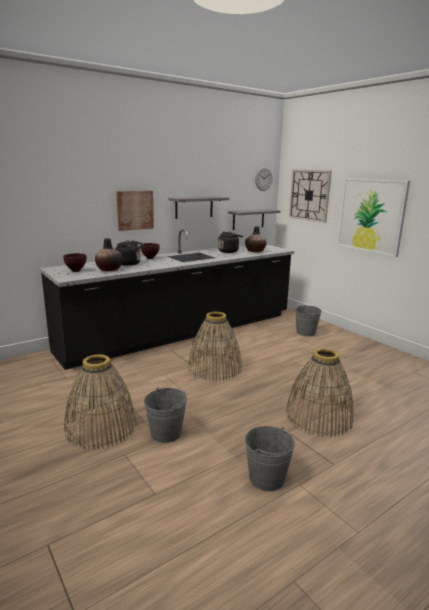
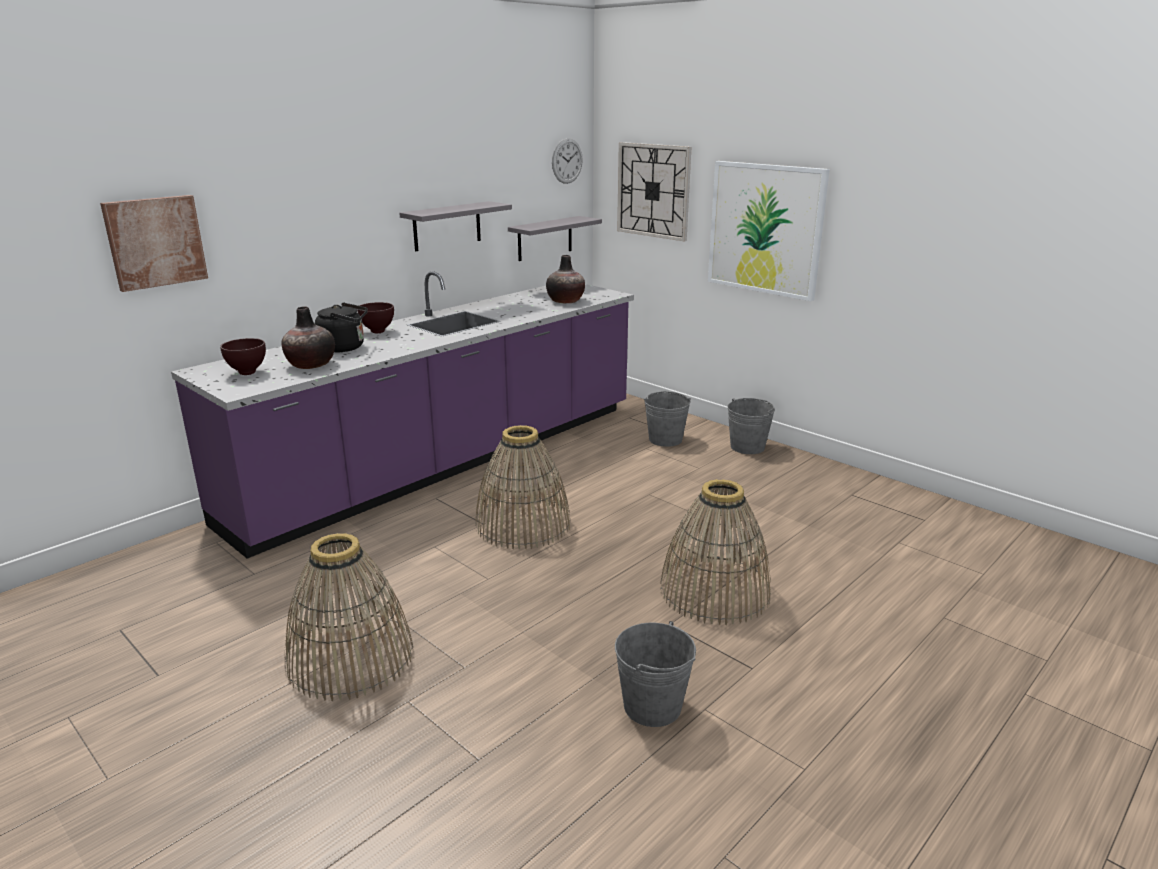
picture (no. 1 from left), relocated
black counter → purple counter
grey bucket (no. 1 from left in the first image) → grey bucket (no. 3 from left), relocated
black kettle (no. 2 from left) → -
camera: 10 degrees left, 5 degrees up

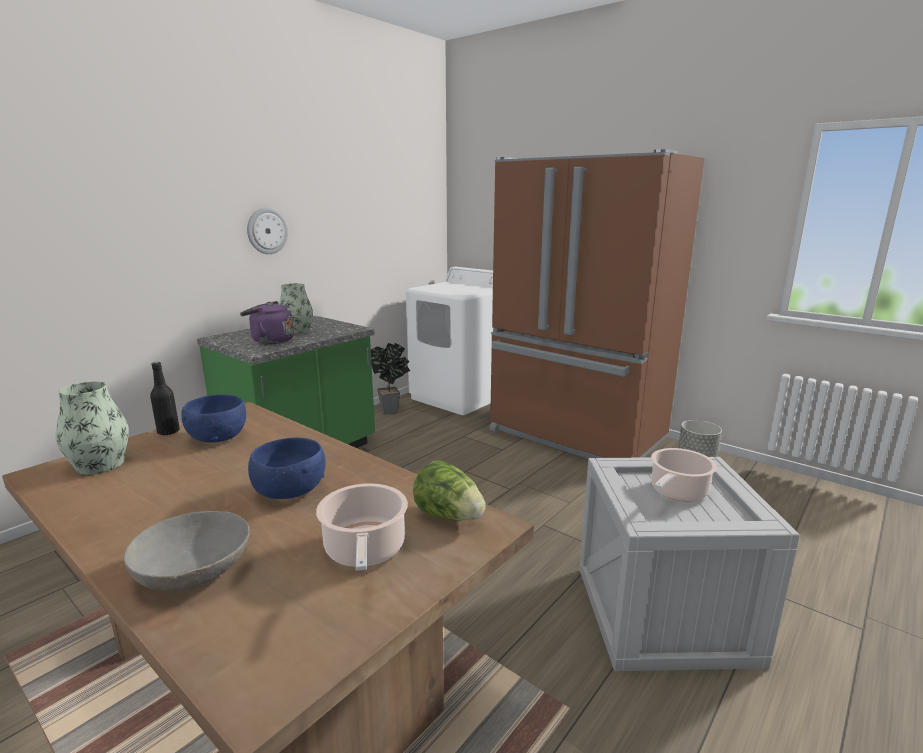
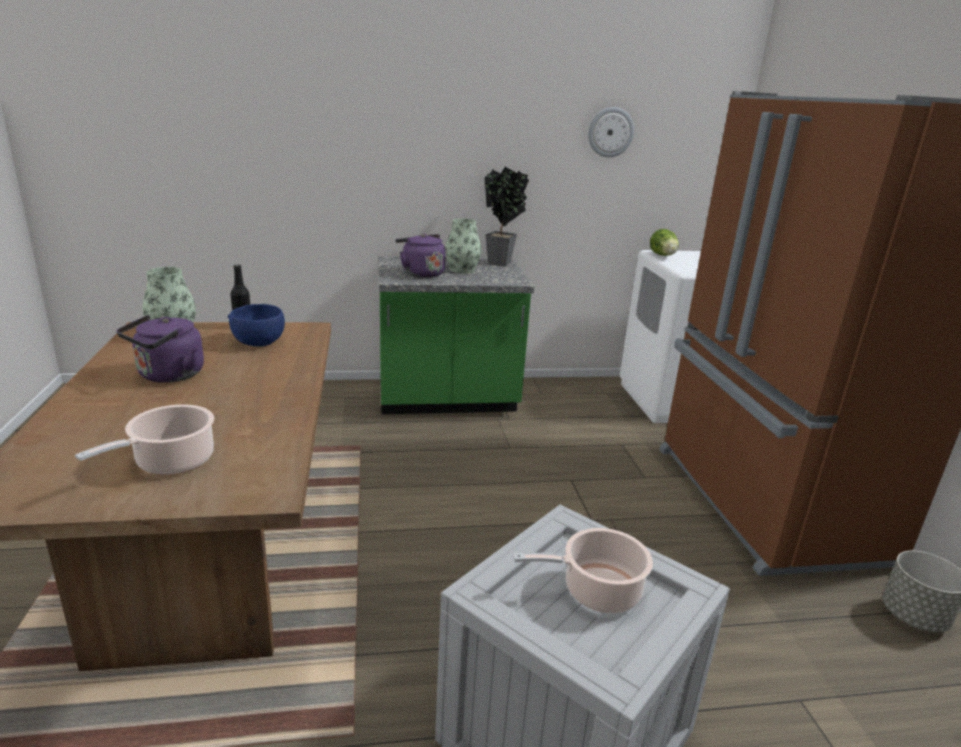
- → purple kettle (no. 1 from left)
potted plant, relocated
wall clock, relocated
lettuce, relocated
grey bowl → -
blue bowl (no. 2 from left) → -
camera: 40 degrees right, 5 degrees up

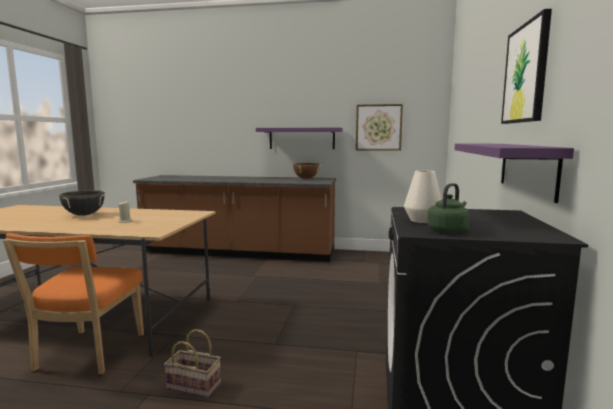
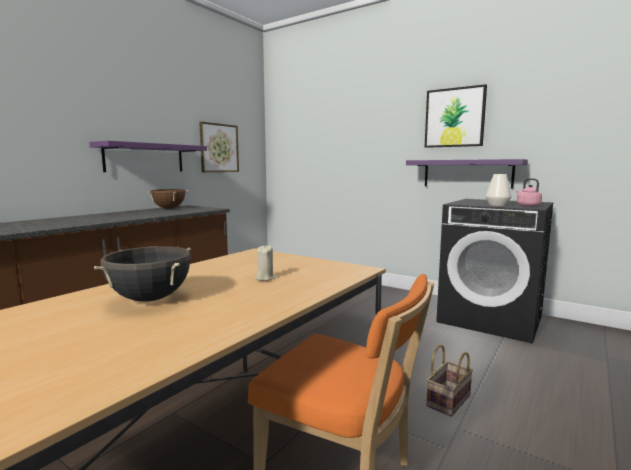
green kettle → pink kettle
camera: 65 degrees left, 0 degrees up

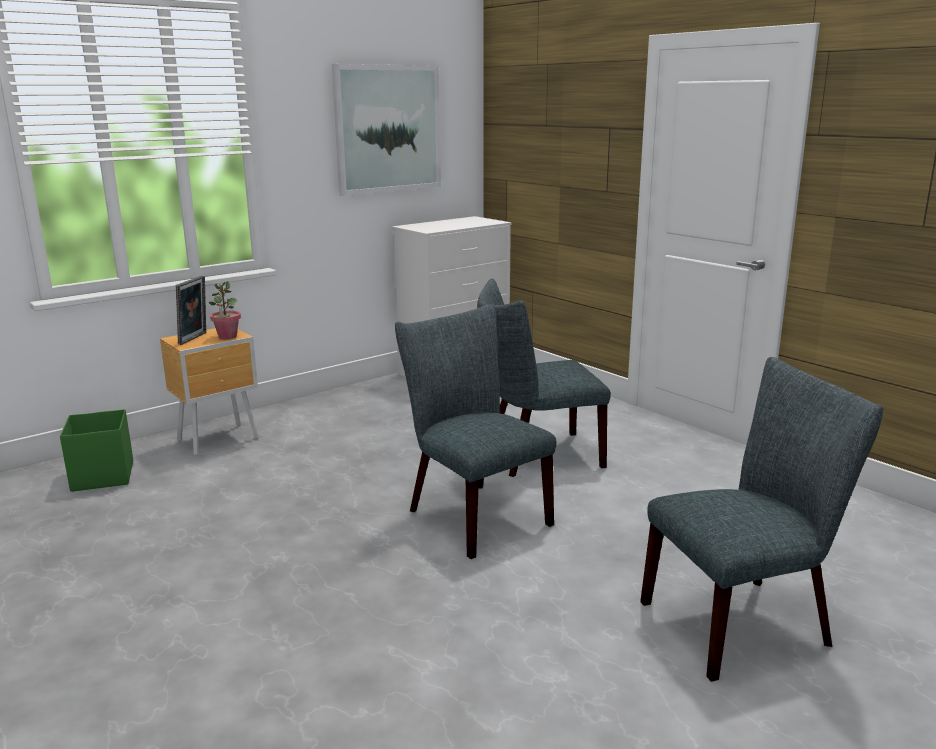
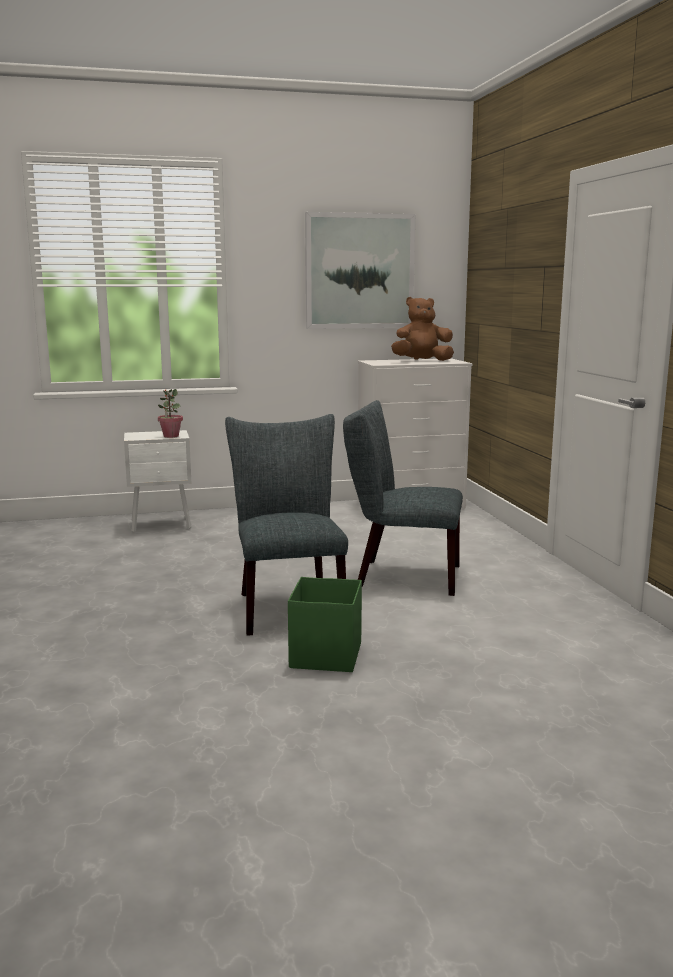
brown nightstand → white nightstand
green storage box, relocated
- → brown plush toy
picture frame → -
grey chair (no. 3 from left) → -
camera: 25 degrees right, 5 degrees down

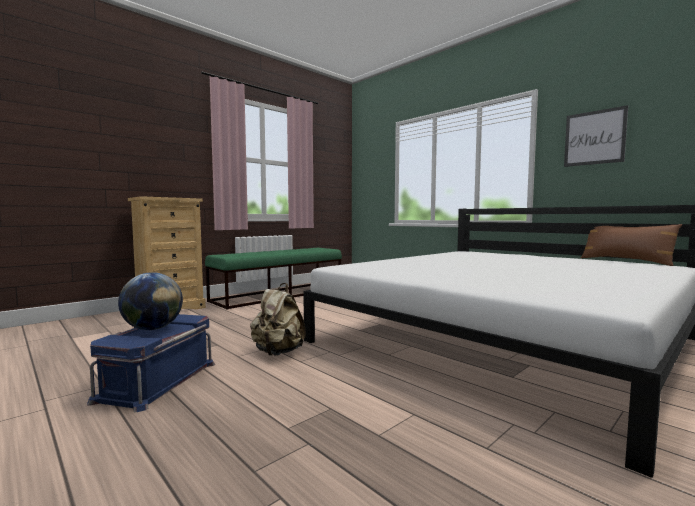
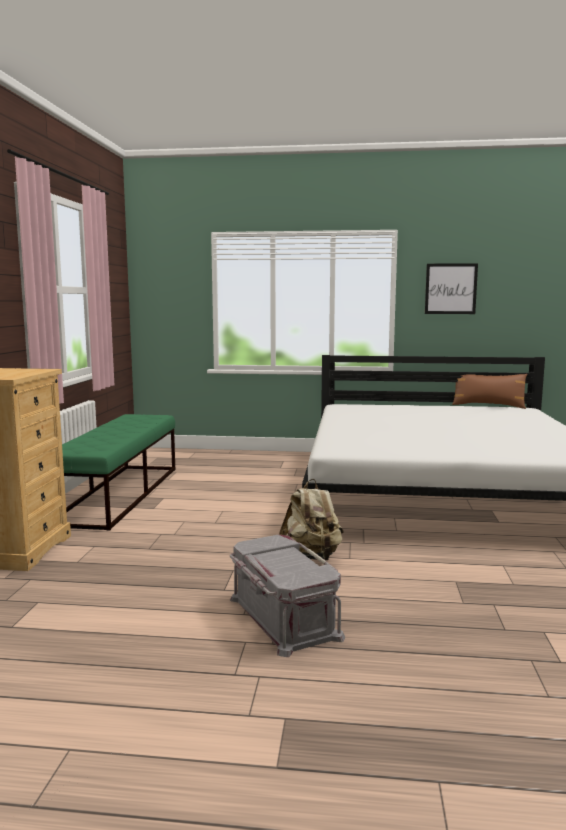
blue storage box → grey storage box
globe → -
camera: 40 degrees left, 5 degrees up

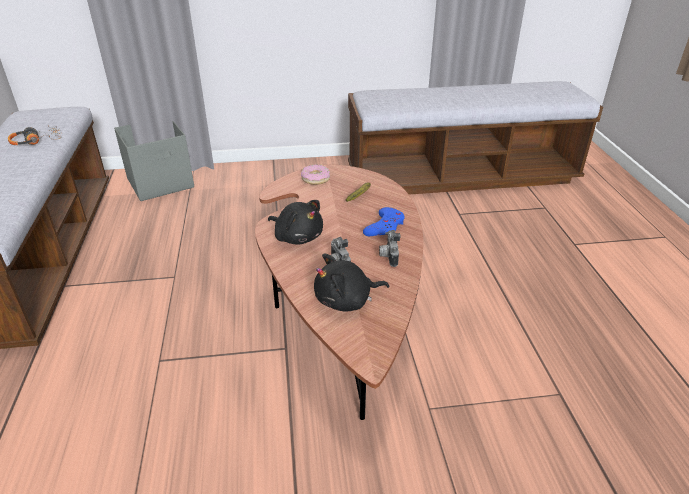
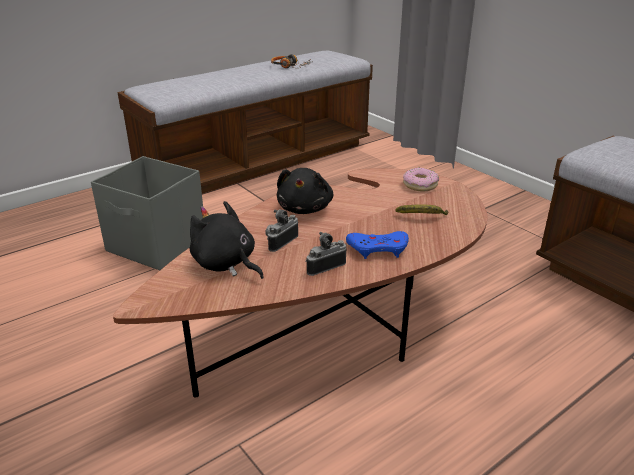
grey storage box, relocated
camera: 60 degrees right, 5 degrees down

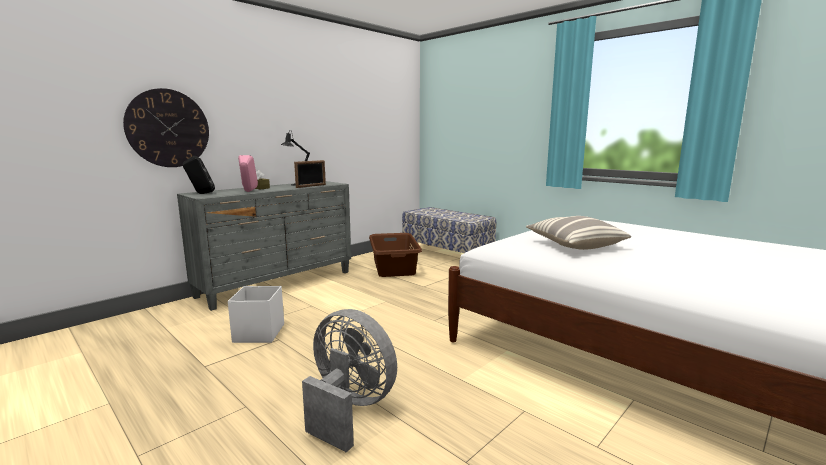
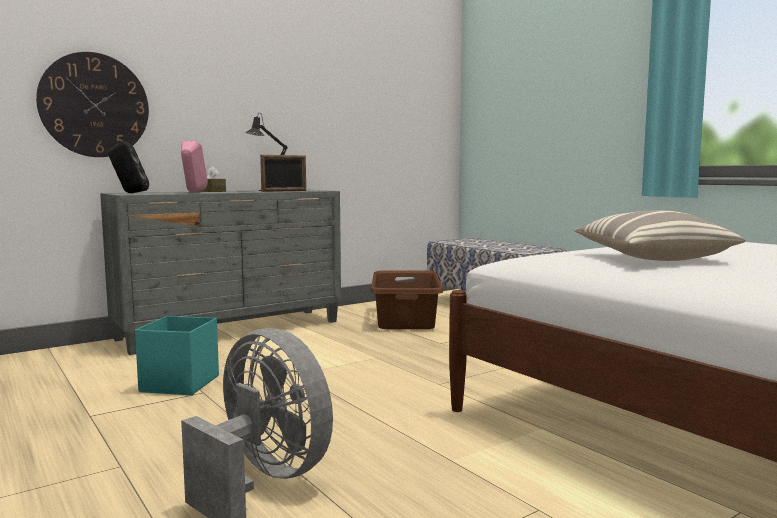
white storage box → turquoise storage box
camera: 10 degrees right, 5 degrees down

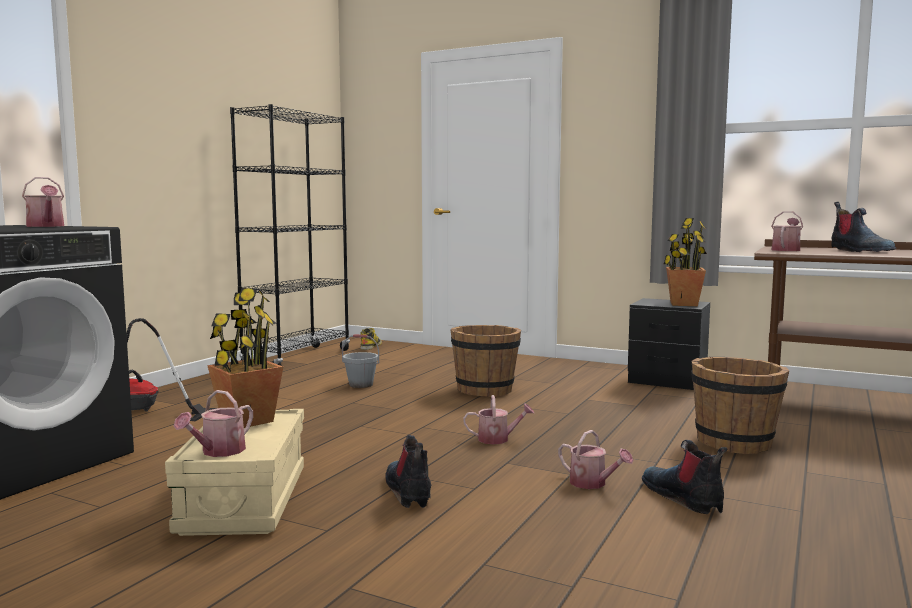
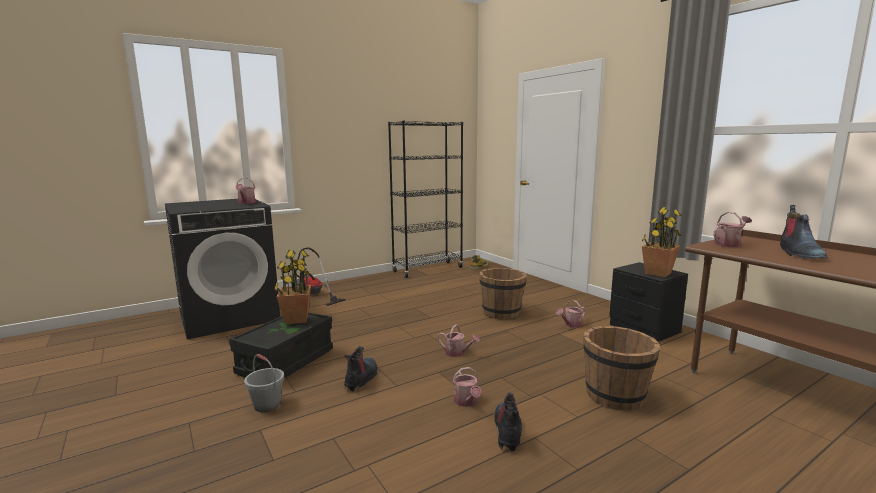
beige storage box → black storage box
grey bucket, relocated
watering can (no. 2 from left in the first image) → watering can (no. 4 from left), relocated
camera: 30 degrees right, 5 degrees up

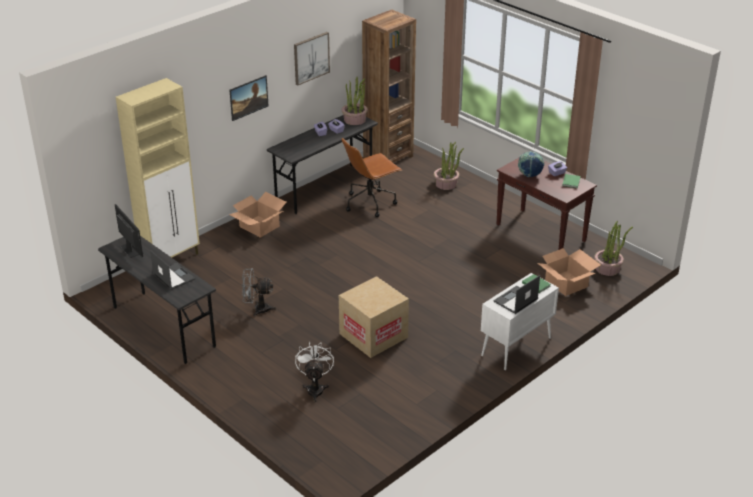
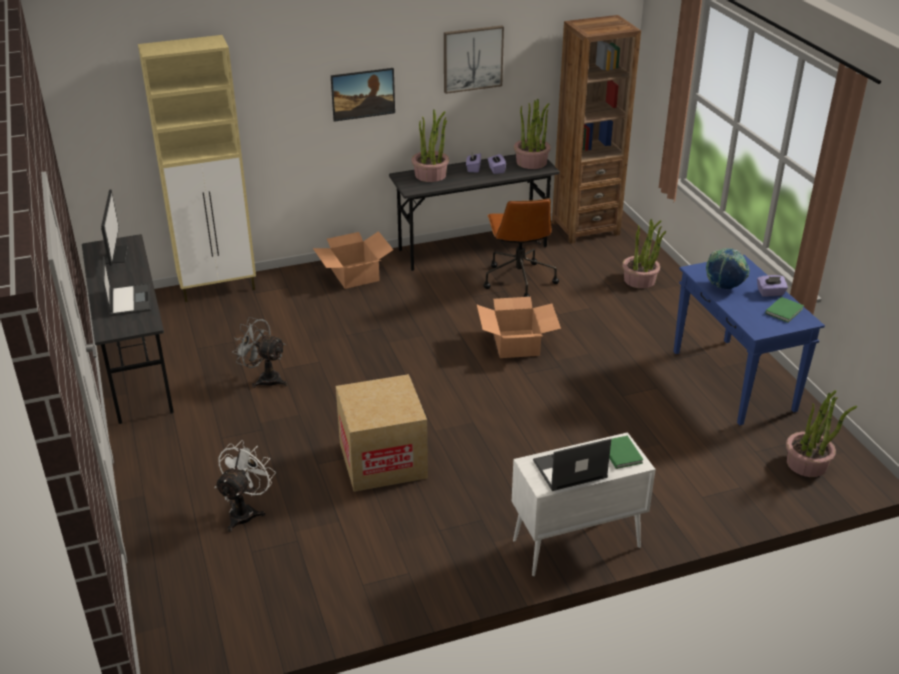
- → potted plant (no. 1 from left)
cardboard box (no. 3 from left), relocated
brown office chair, 90 degrees counterclockwise
brown console table → blue console table
camera: 25 degrees right, 0 degrees up

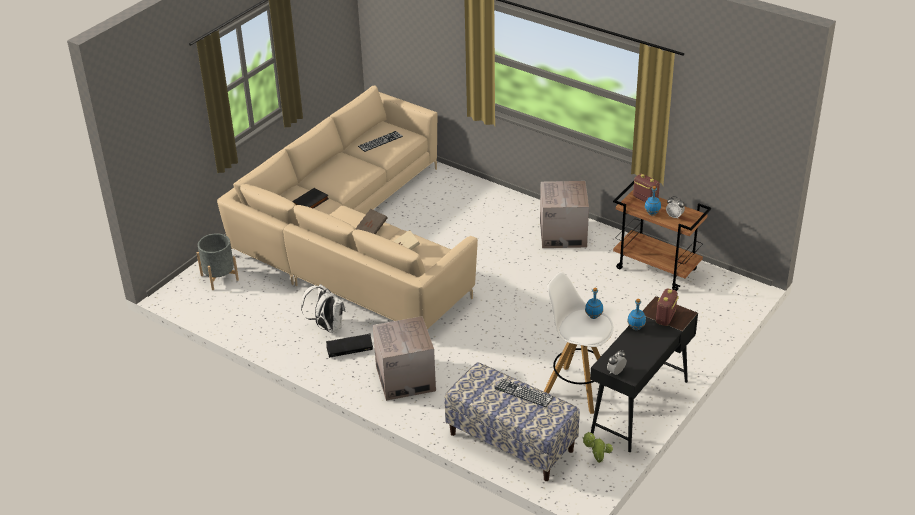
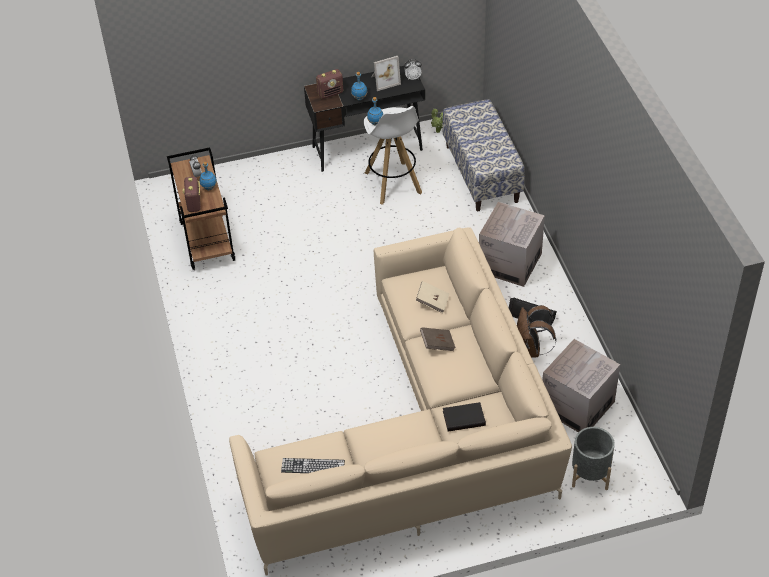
- → picture frame
white backpack → brown backpack
cardboard box (no. 2 from left), relocated
keyboard (no. 2 from left) → -
camera: 140 degrees left, 10 degrees up

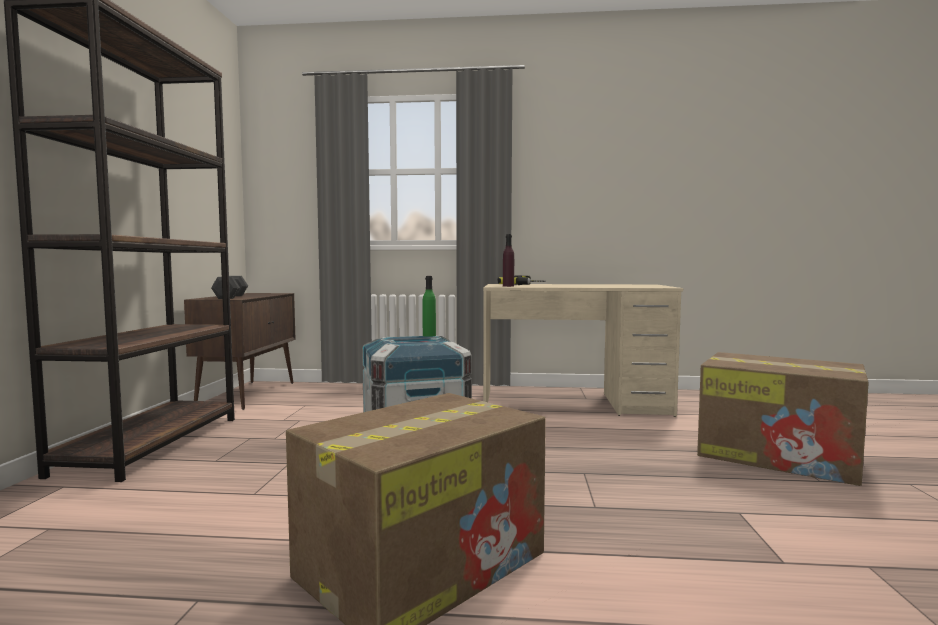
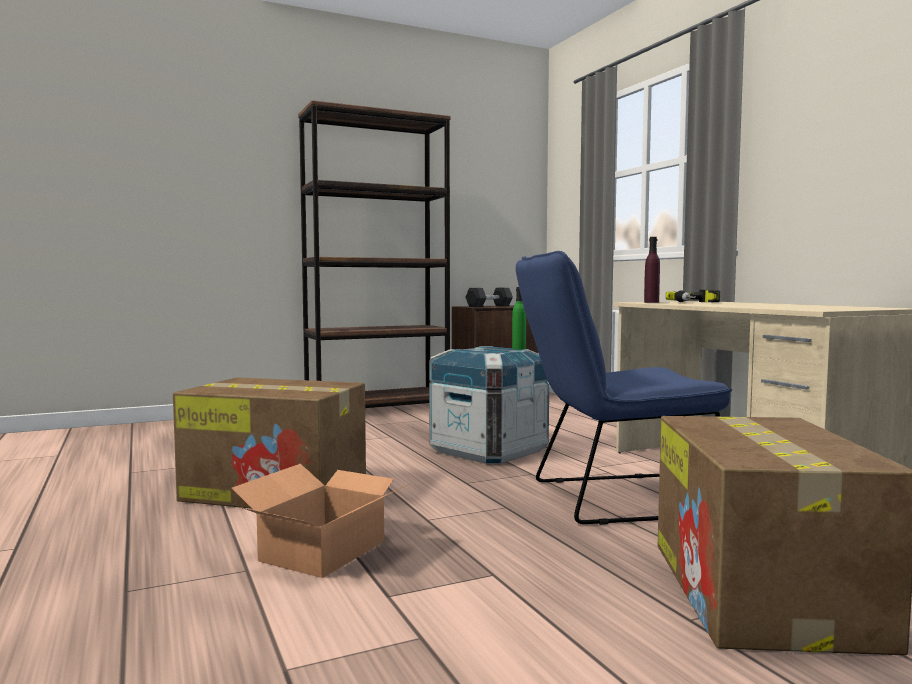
- → cardboard box (no. 2 from left)
- → blue chair
camera: 60 degrees right, 0 degrees up

